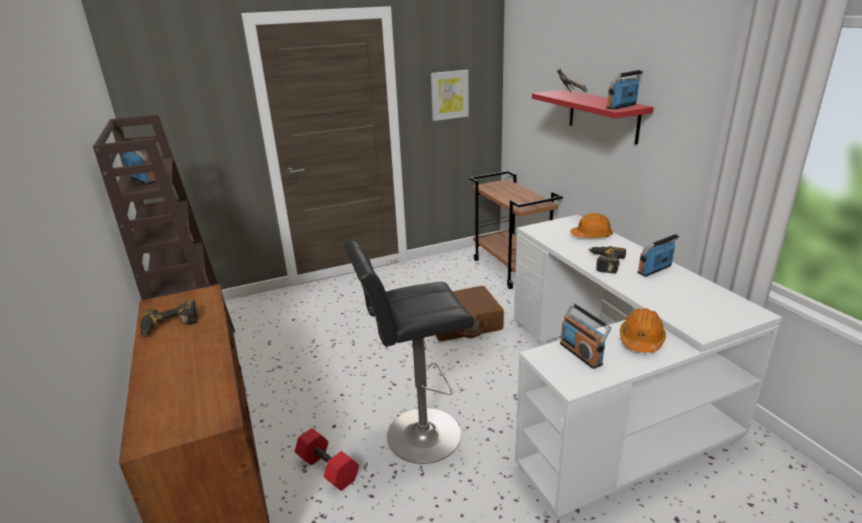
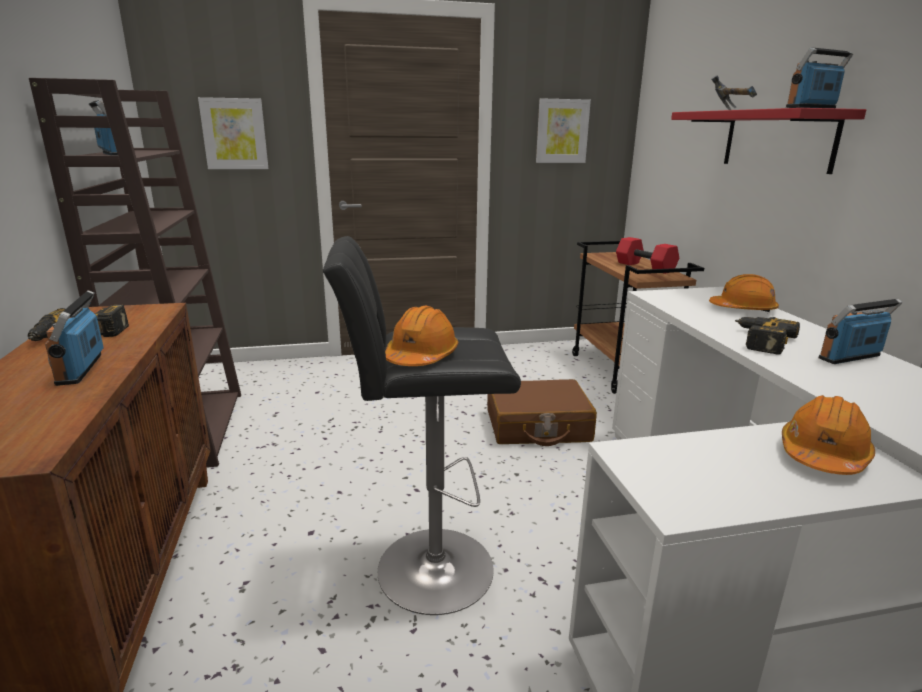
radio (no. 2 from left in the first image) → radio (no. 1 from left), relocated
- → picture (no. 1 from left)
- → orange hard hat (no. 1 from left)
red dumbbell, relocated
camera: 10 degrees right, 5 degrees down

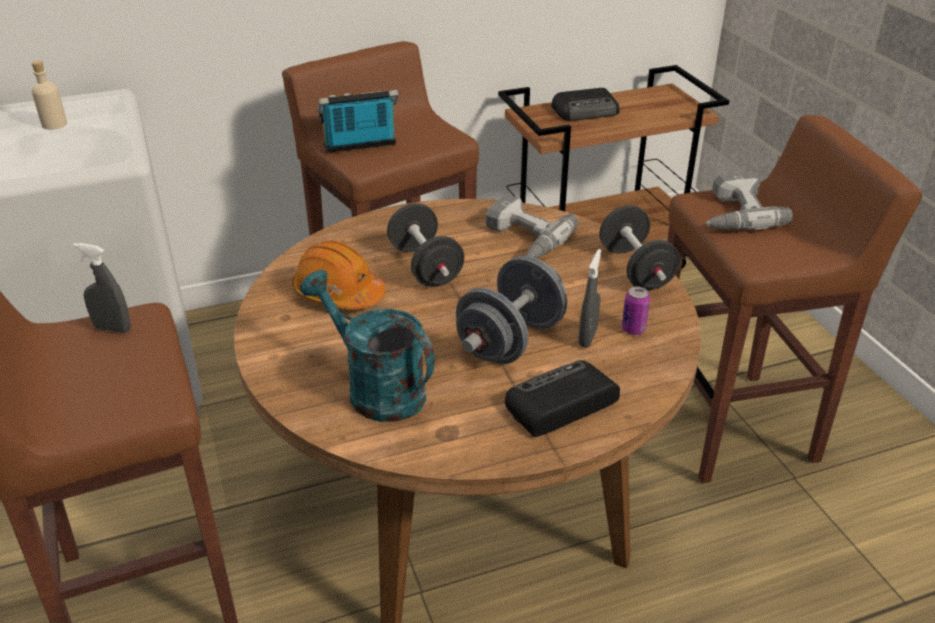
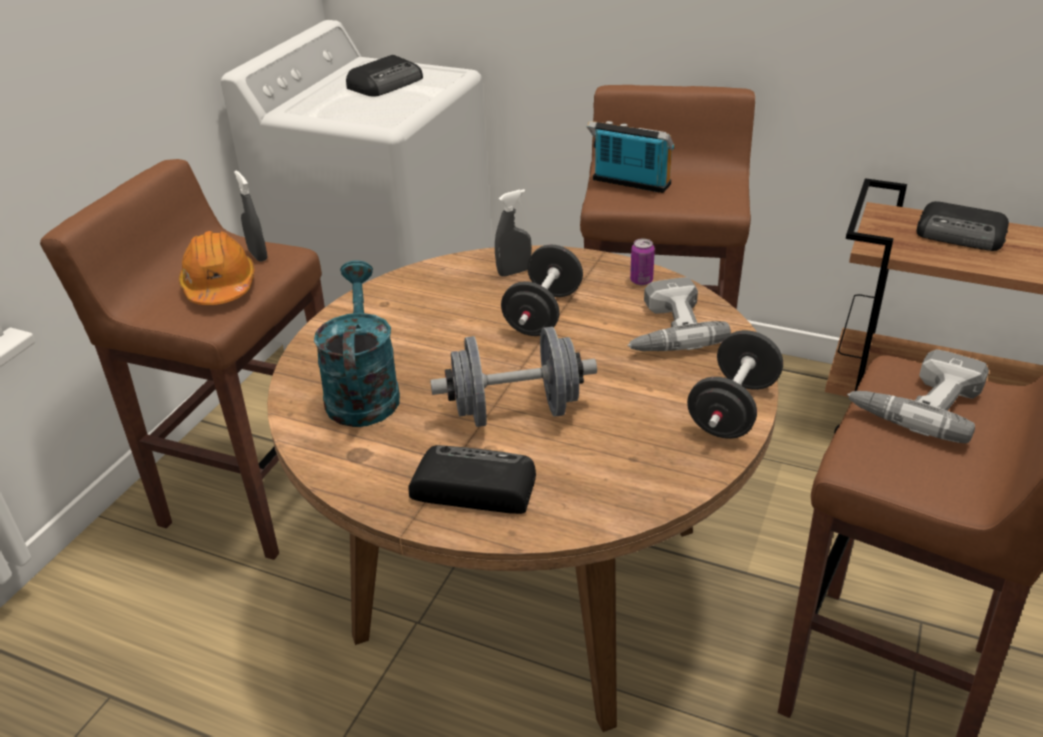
orange hard hat, relocated
beige bottle → radio (no. 1 from left)
grey spray bottle (no. 2 from left), relocated
can, relocated
camera: 45 degrees right, 0 degrees up

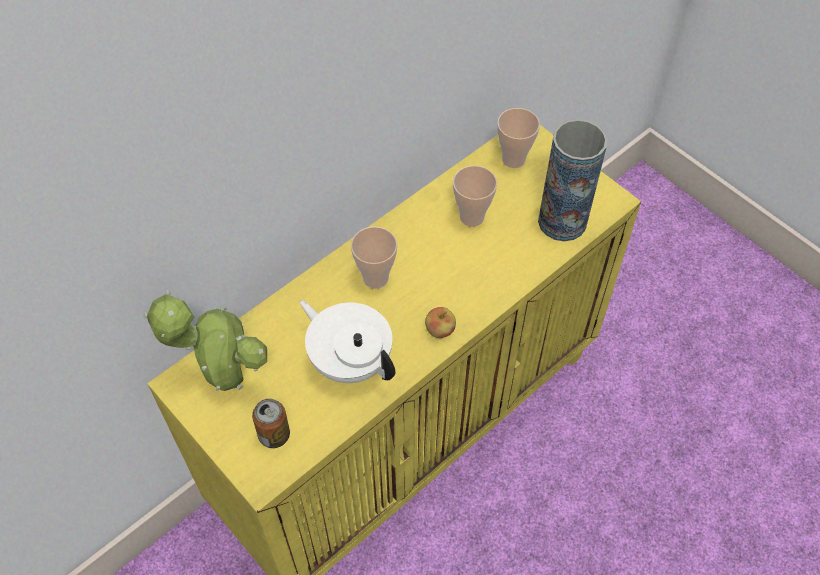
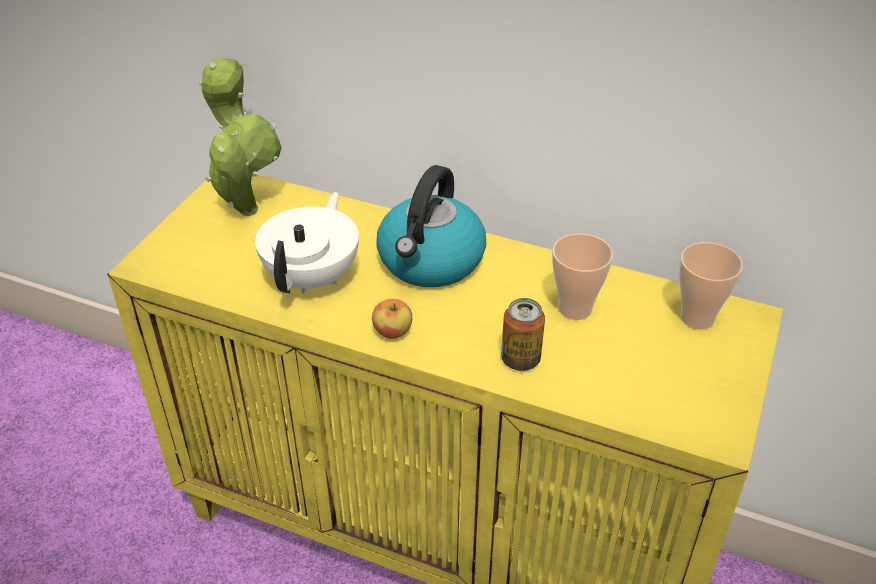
cup (no. 1 from left) → kettle
can, relocated
vase → -
camera: 65 degrees right, 15 degrees down

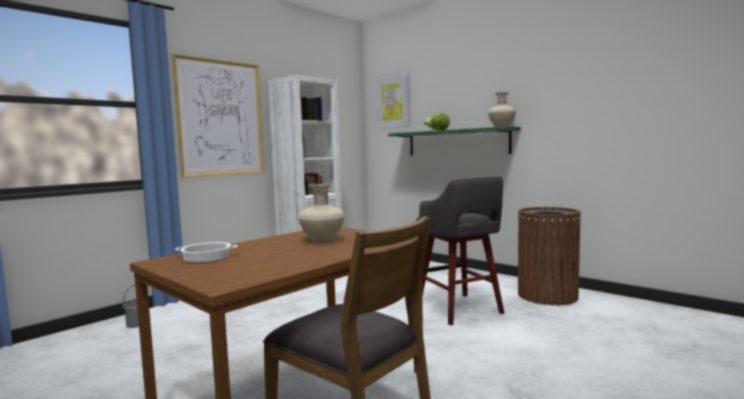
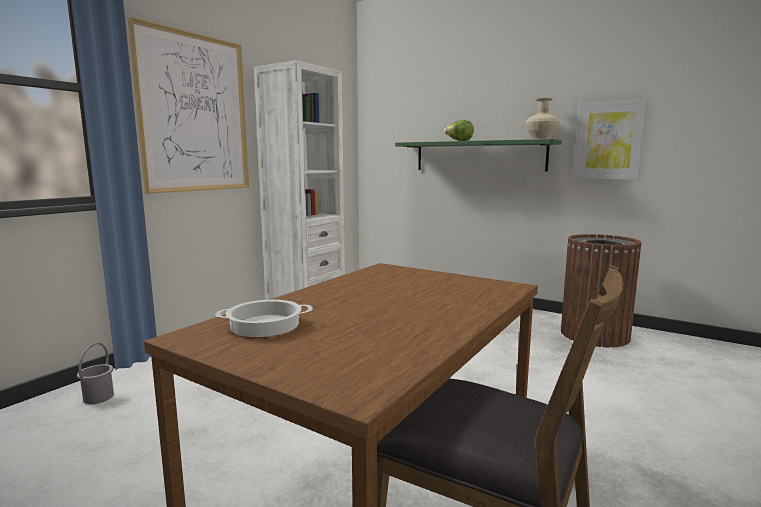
picture (no. 2 from left), relocated
beige vase (no. 1 from left) → -
grey stool → -
camera: 10 degrees left, 5 degrees up

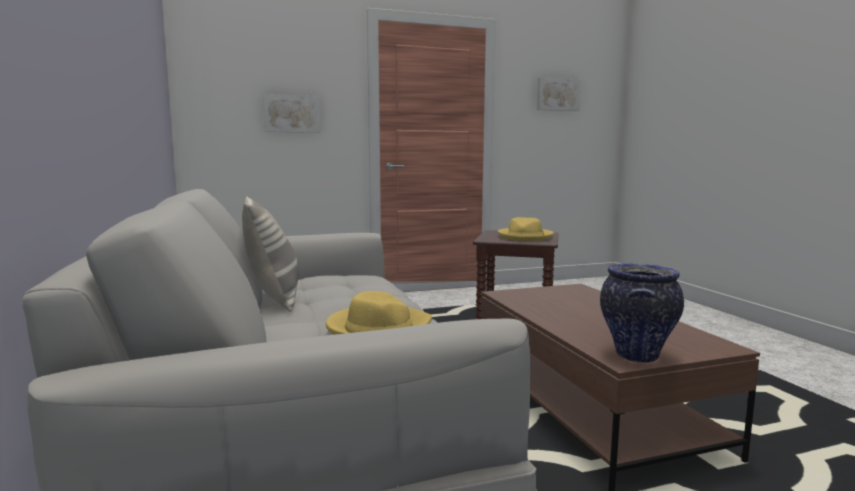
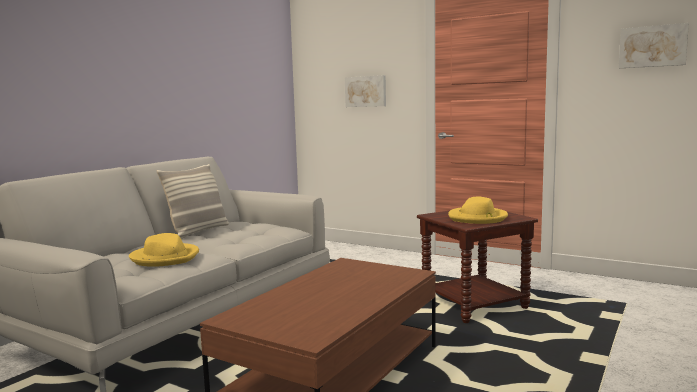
vase → -
camera: 50 degrees right, 0 degrees up

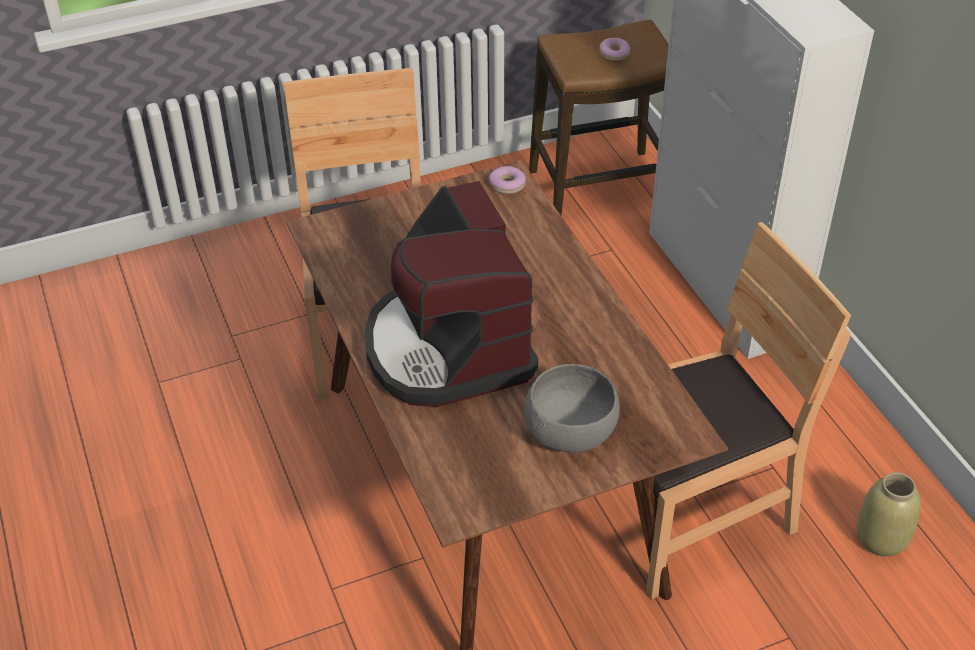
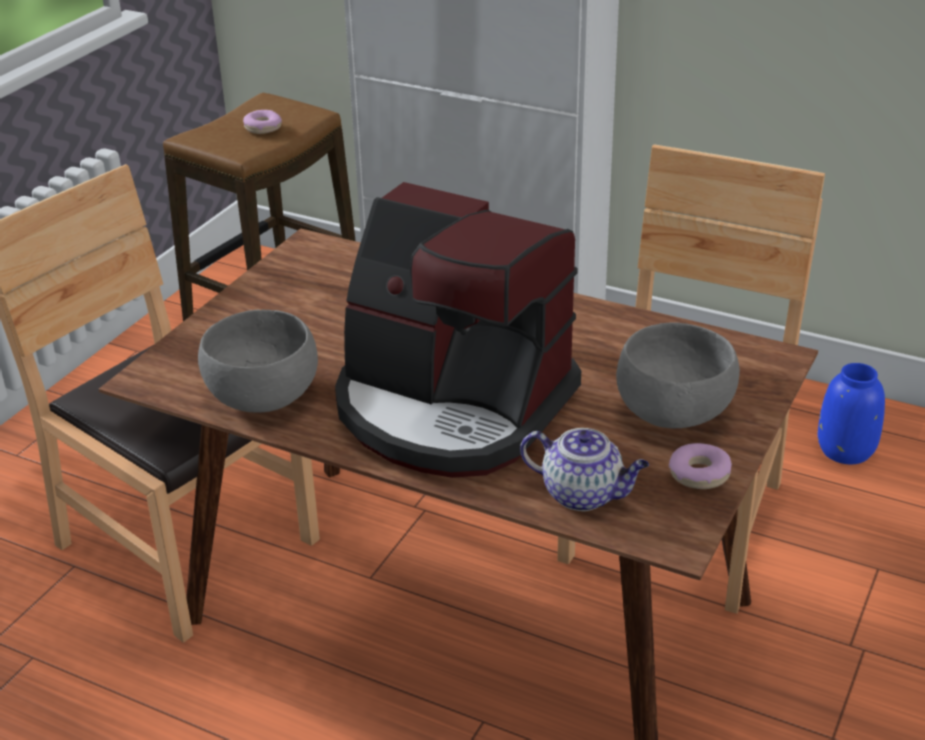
- → grey bowl (no. 1 from left)
- → teapot
donut (no. 1 from left in the first image) → donut (no. 2 from left), relocated
beige vase → blue vase
camera: 40 degrees left, 10 degrees down

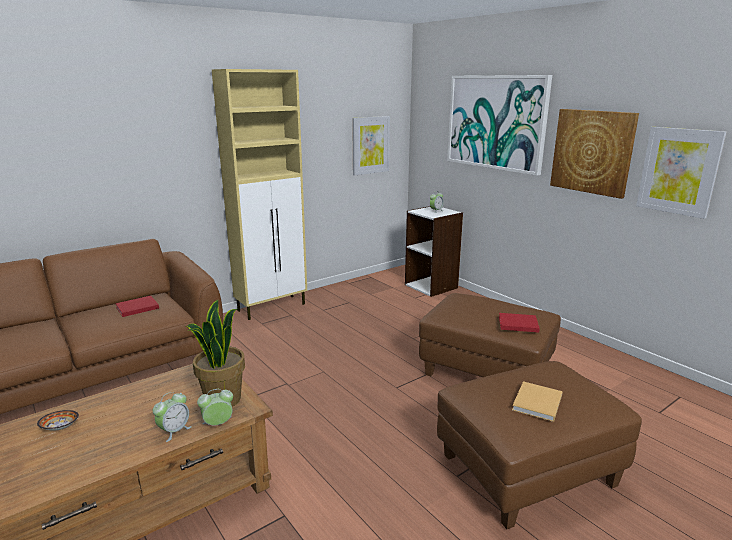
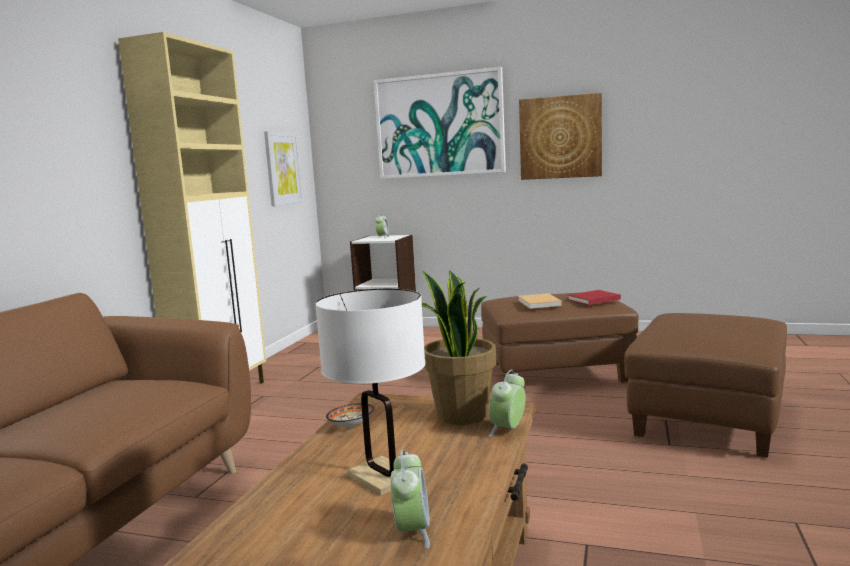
- → white table lamp
bowl, relocated
alarm clock (no. 1 from left in the first image) → alarm clock (no. 2 from left), relocated
beige book, relocated
red book (no. 1 from left) → -
picture (no. 4 from left) → -
camera: 35 degrees left, 10 degrees down

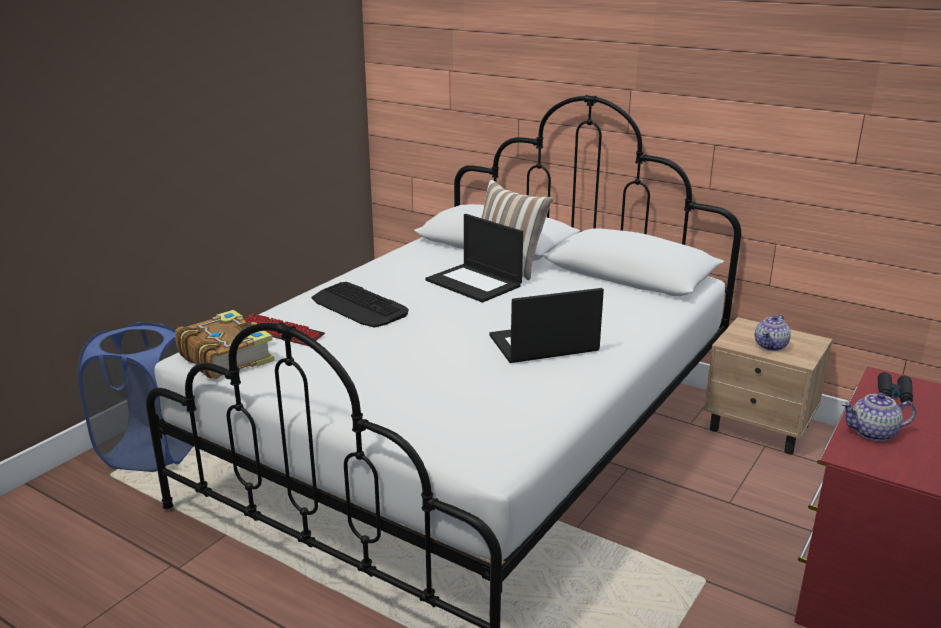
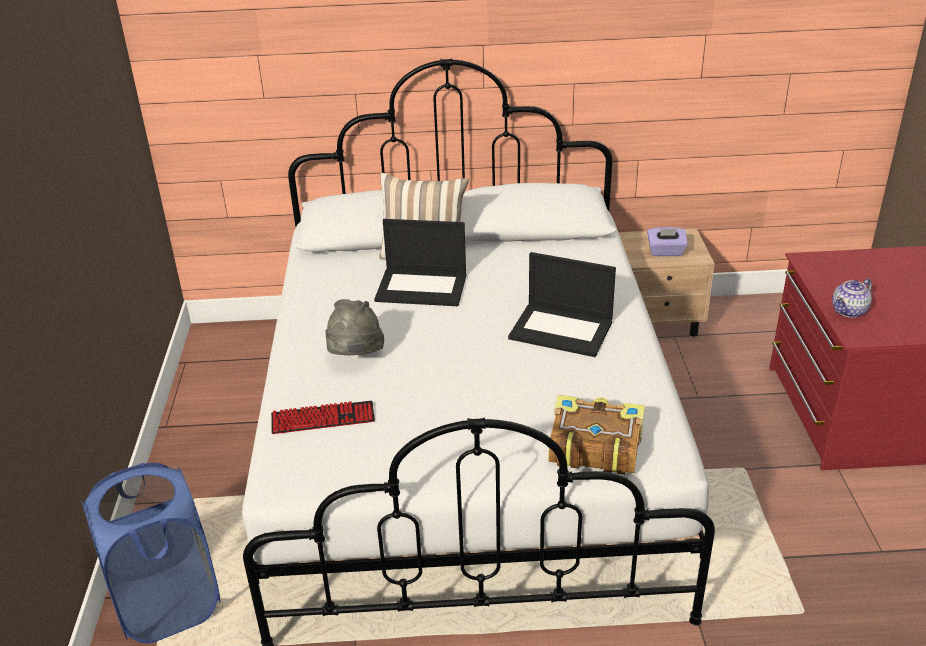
keyboard (no. 2 from left) → grey hat
laptop (no. 2 from left), 105 degrees counterclockwise
book, relocated
teapot (no. 1 from left) → purple tissue box
black binoculars → -
camera: 35 degrees left, 10 degrees up

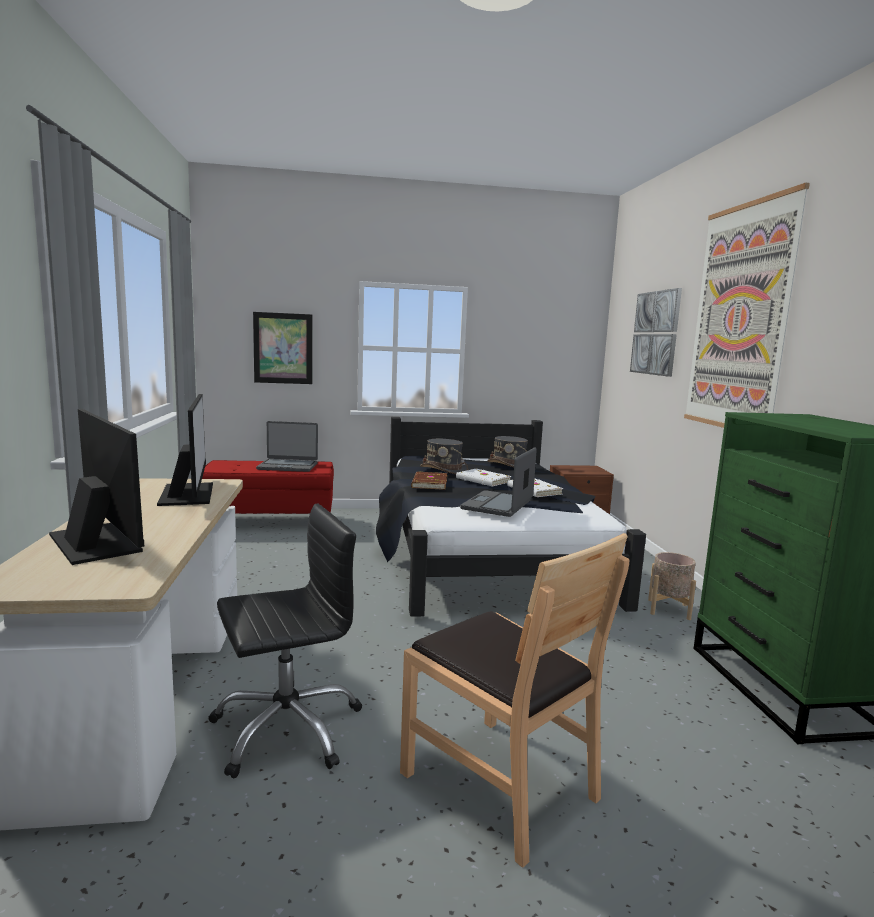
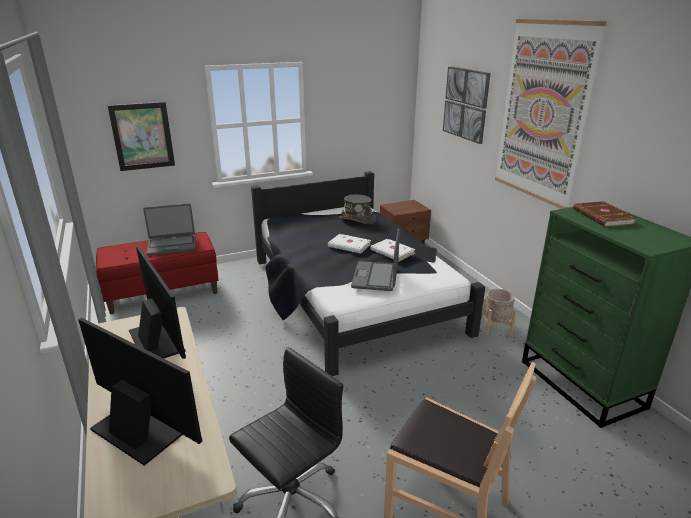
brown book, relocated
grey hat (no. 1 from left) → -
camera: 15 degrees left, 15 degrees up

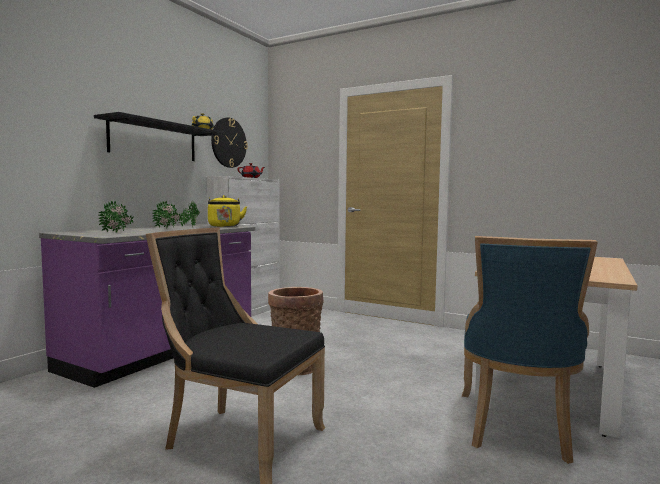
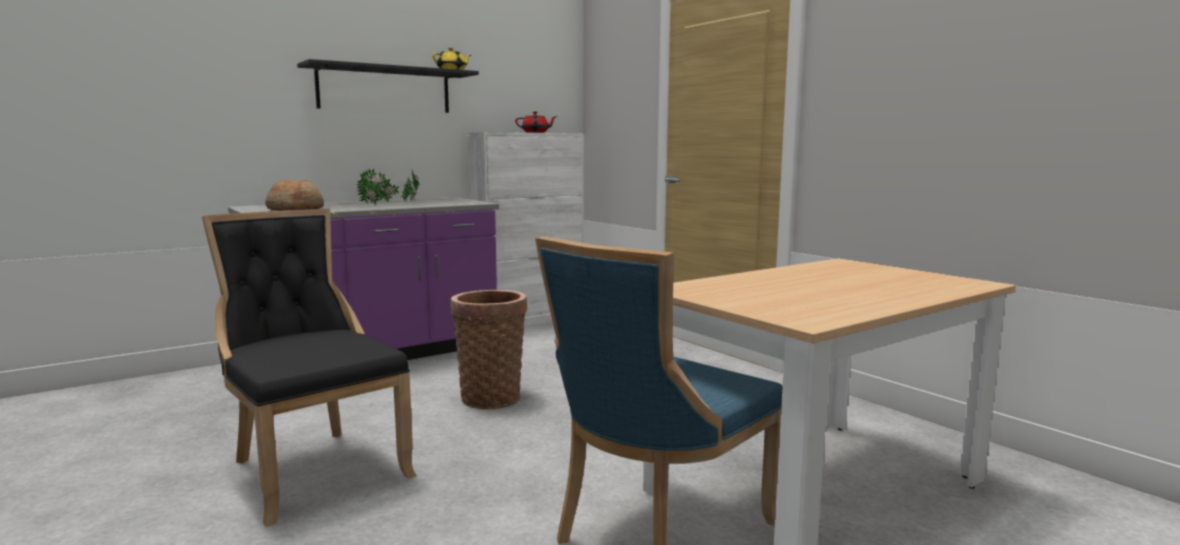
potted plant (no. 1 from left) → bread
yellow kettle → -
wall clock → -
camera: 25 degrees right, 5 degrees up

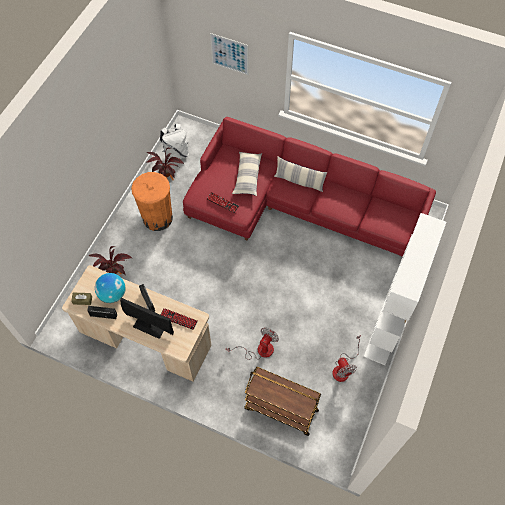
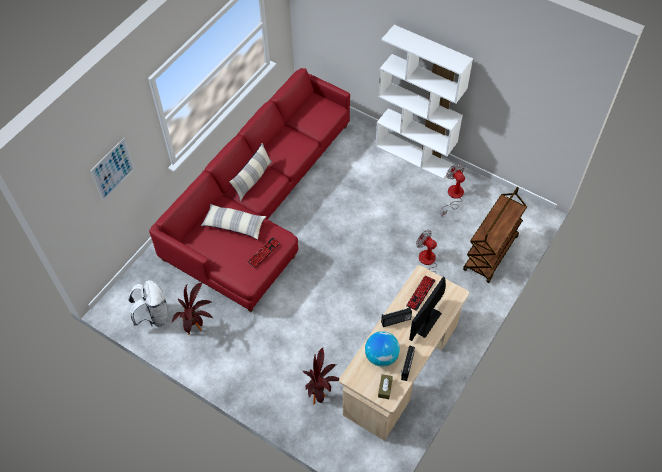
fan (no. 2 from left), 105 degrees counterclockwise
orange trash can → -
camera: 80 degrees left, 5 degrees down

